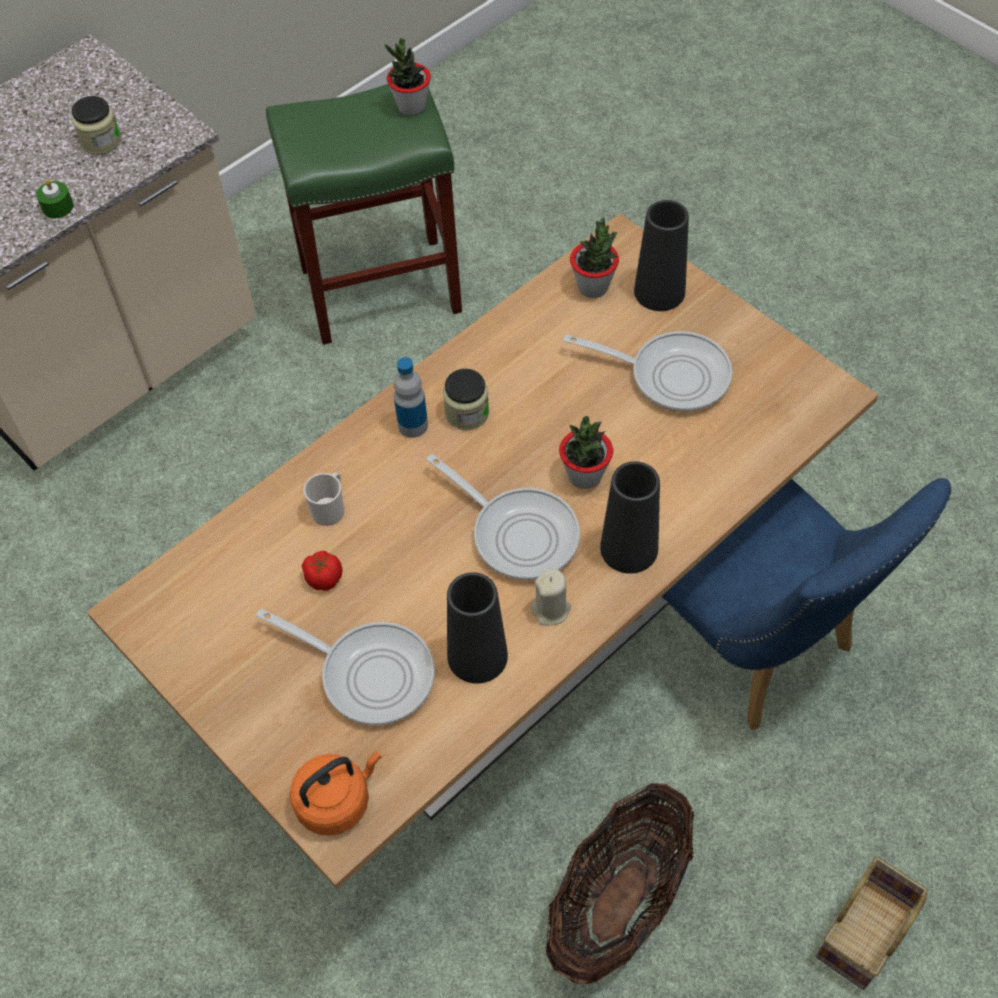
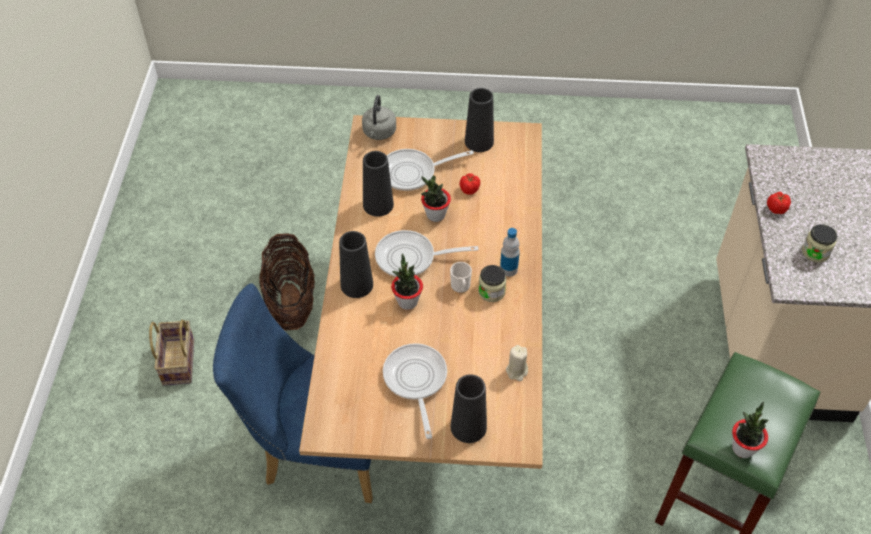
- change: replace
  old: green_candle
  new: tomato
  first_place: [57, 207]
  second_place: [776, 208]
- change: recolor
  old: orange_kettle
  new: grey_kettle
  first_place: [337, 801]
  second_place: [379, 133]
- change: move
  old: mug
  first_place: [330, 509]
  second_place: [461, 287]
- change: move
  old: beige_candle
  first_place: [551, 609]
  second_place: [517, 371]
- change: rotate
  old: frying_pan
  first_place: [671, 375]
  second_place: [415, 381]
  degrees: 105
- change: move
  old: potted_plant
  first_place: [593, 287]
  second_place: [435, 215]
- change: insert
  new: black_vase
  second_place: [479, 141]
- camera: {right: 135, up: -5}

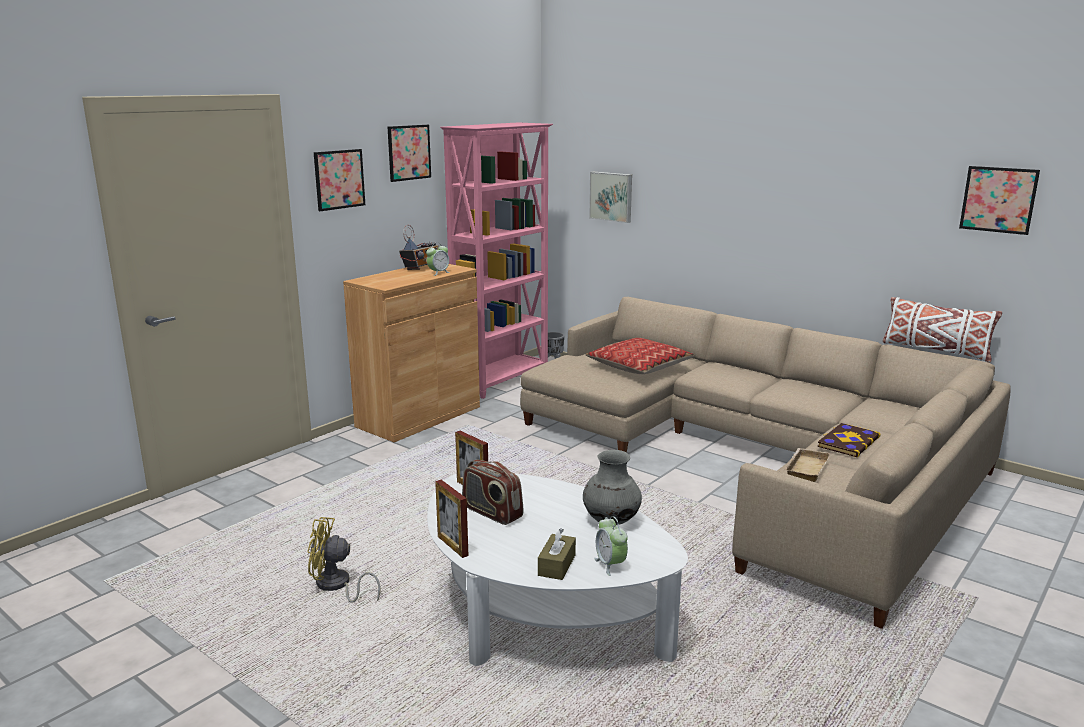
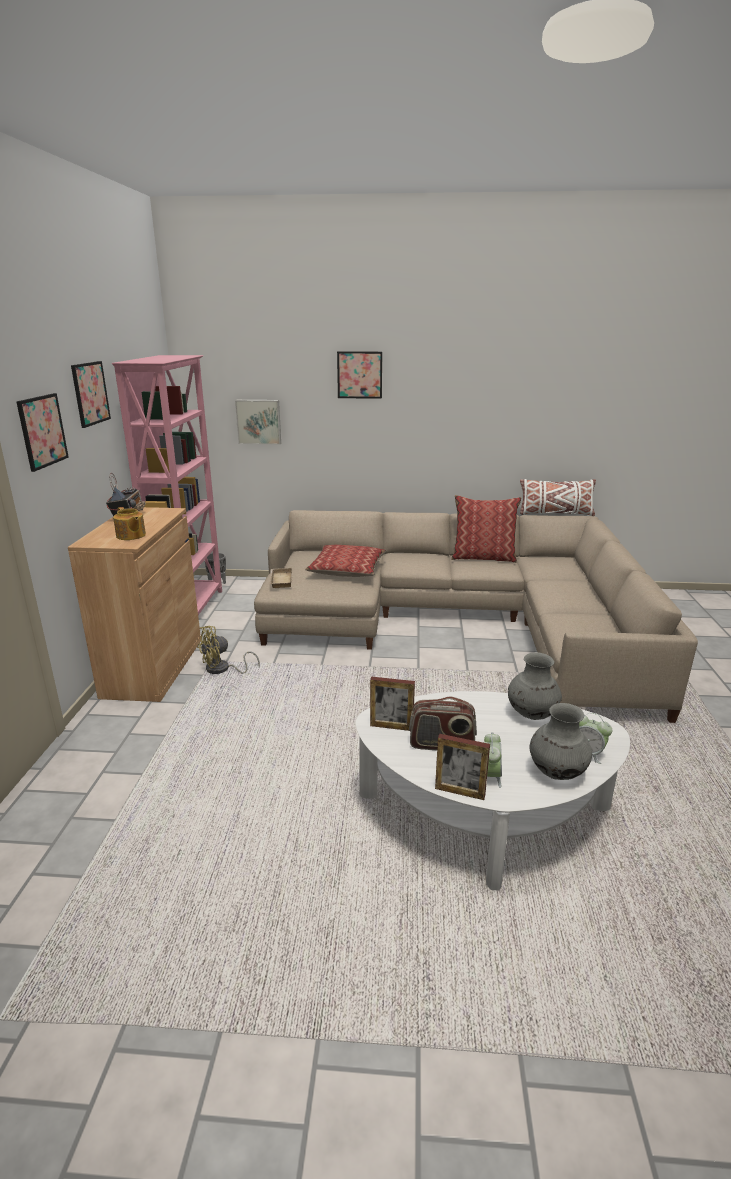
- change: move
  old: yellow_fan
  first_place: [336, 586]
  second_place: [222, 669]
- change: move
  old: alarm_clock
  first_place: [438, 273]
  second_place: [491, 776]
- change: replace
  old: brown_tissue_box
  new: grey_vase
  first_place: [557, 565]
  second_place: [556, 772]
- change: move
  old: beige_tray
  first_place: [805, 468]
  second_place: [280, 580]
- change: delete
  old: book
  first_place: [847, 442]
- change: move
  old: picture
  first_place: [998, 199]
  second_place: [359, 375]
- change: insert
  new: teapot
  second_place: [131, 536]
- change: insert
  new: pillow
  second_place: [483, 557]
- camera: {right: -35, up: 5}

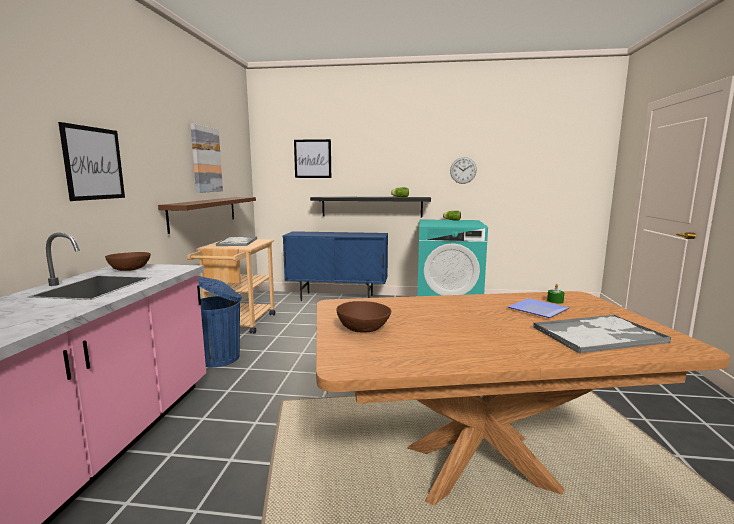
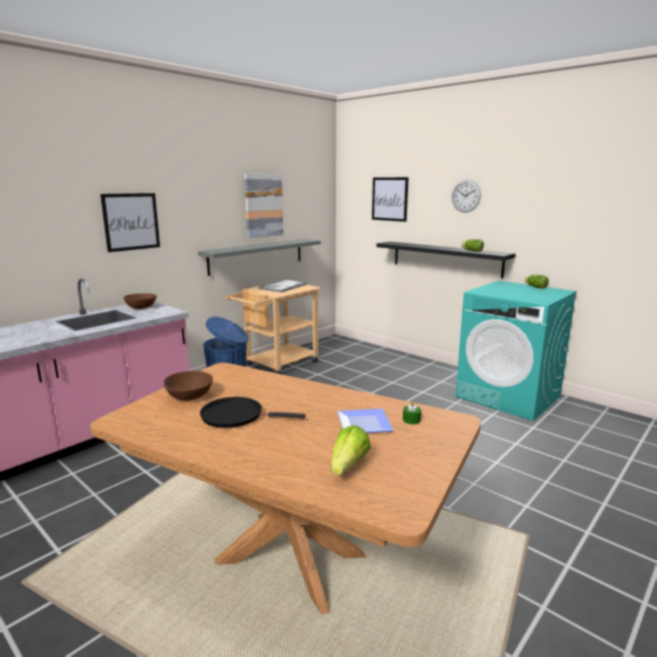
- change: recolor
  old: brown_shelf
  new: grey_shelf
  first_place: [204, 212]
  second_place: [257, 256]
- change: delete
  old: blue_cabinet
  first_place: [337, 298]
- change: move
  old: wall_clock
  first_place: [463, 170]
  second_place: [466, 196]
- change: replace
  old: tray
  new: lettuce
  first_place: [599, 334]
  second_place: [348, 465]
- change: insert
  new: black_frying_pan
  second_place: [236, 416]
- camera: {right: 35, up: 5}

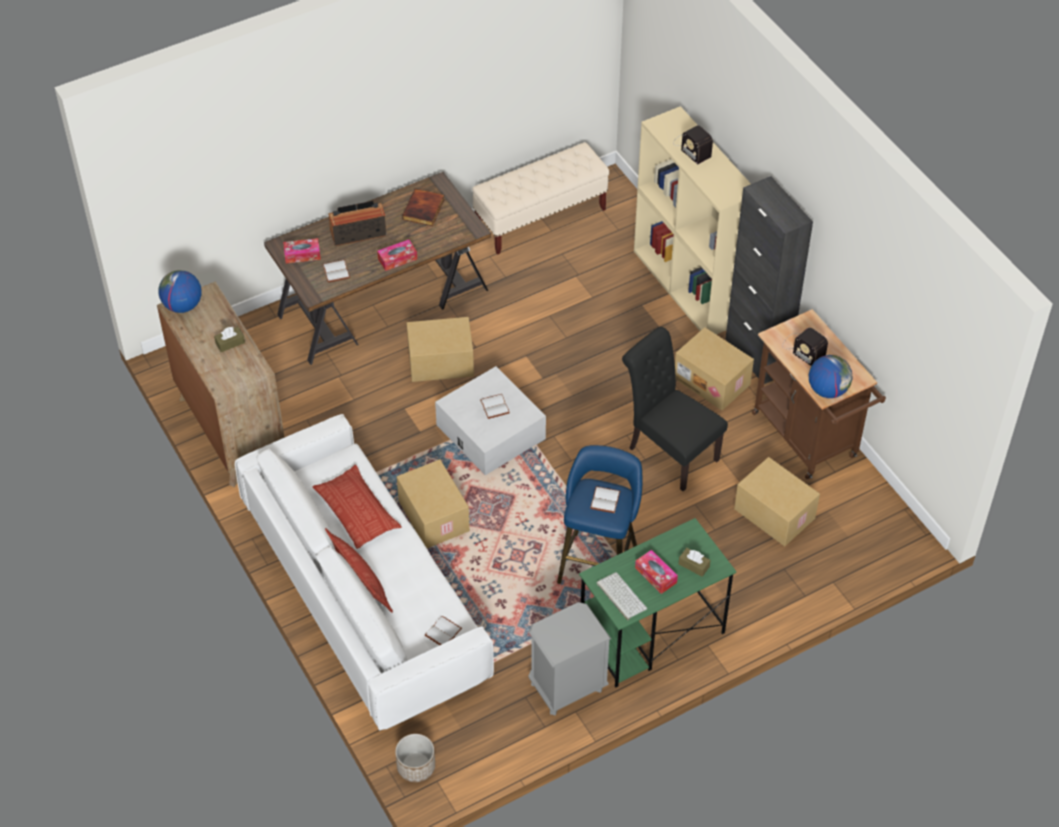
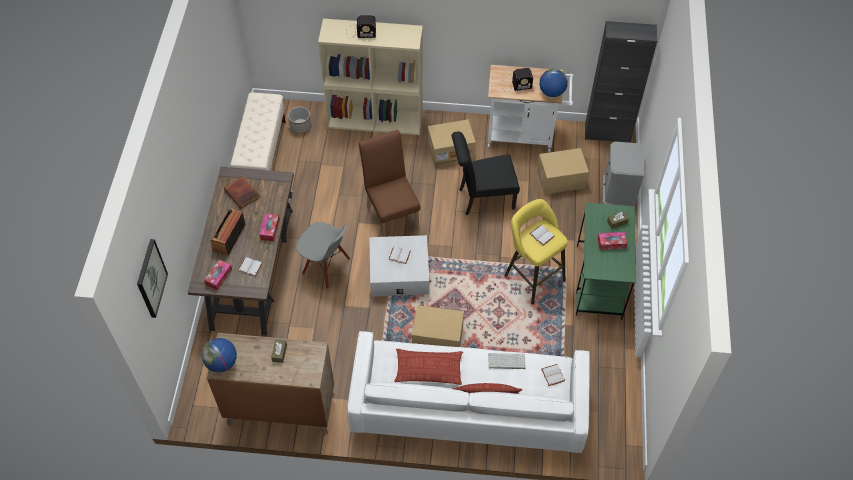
- change: move
  old: planter
  first_place: [415, 766]
  second_place: [300, 126]
- change: replace
  old: cardboard_box
  new: grey_chair
  first_place: [440, 363]
  second_place: [326, 267]
- change: move
  old: grey_nightstand
  first_place: [567, 687]
  second_place: [617, 196]
- change: recolor
  old: blue_stool
  new: yellow_stool
  first_place: [599, 561]
  second_place: [532, 276]
- change: move
  old: keyboard
  first_place: [620, 596]
  second_place: [506, 361]
- change: move
  old: black_cabinet
  first_place: [756, 356]
  second_place: [607, 133]
- change: recolor
  old: brown_cart
  new: white_cart
  first_place: [809, 440]
  second_place: [524, 135]
- change: insert
  new: picture
  second_place: [150, 278]
- change: insert
  new: brown_chair
  second_place: [391, 214]
- camera: {right: -55, up: 5}

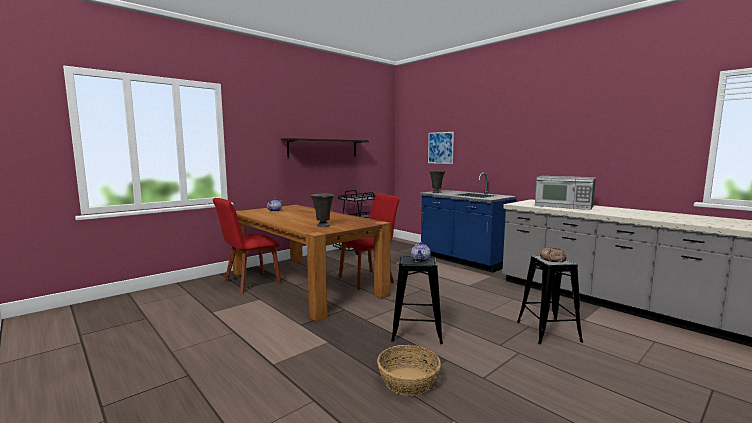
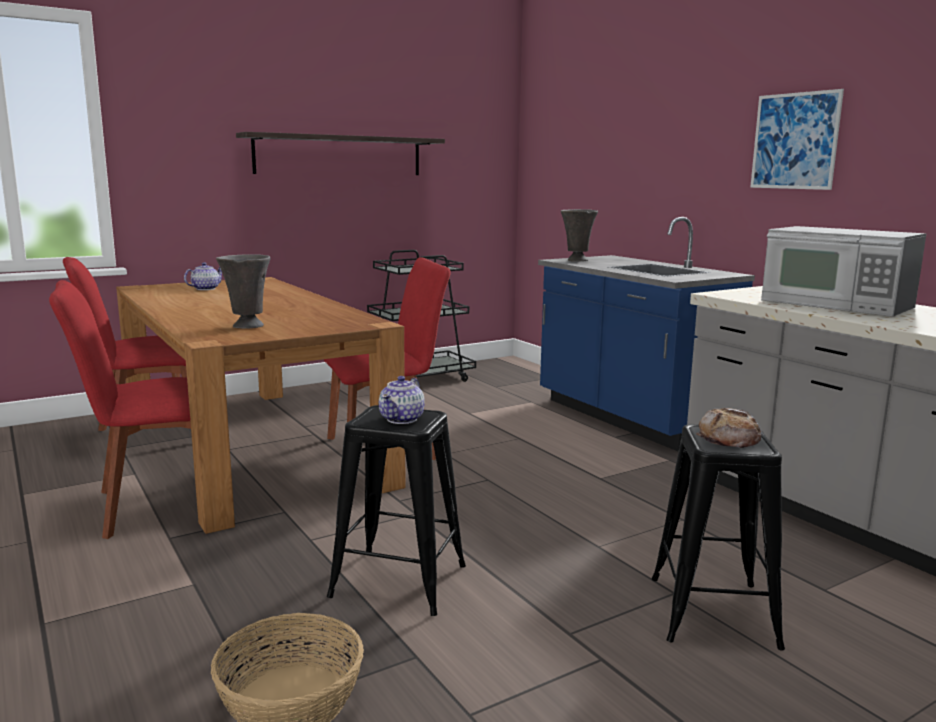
- change: move
  old: picture
  first_place: [440, 147]
  second_place: [794, 141]
- change: insert
  new: red_chair
  second_place: [152, 506]
- camera: {right: 10, up: 5}

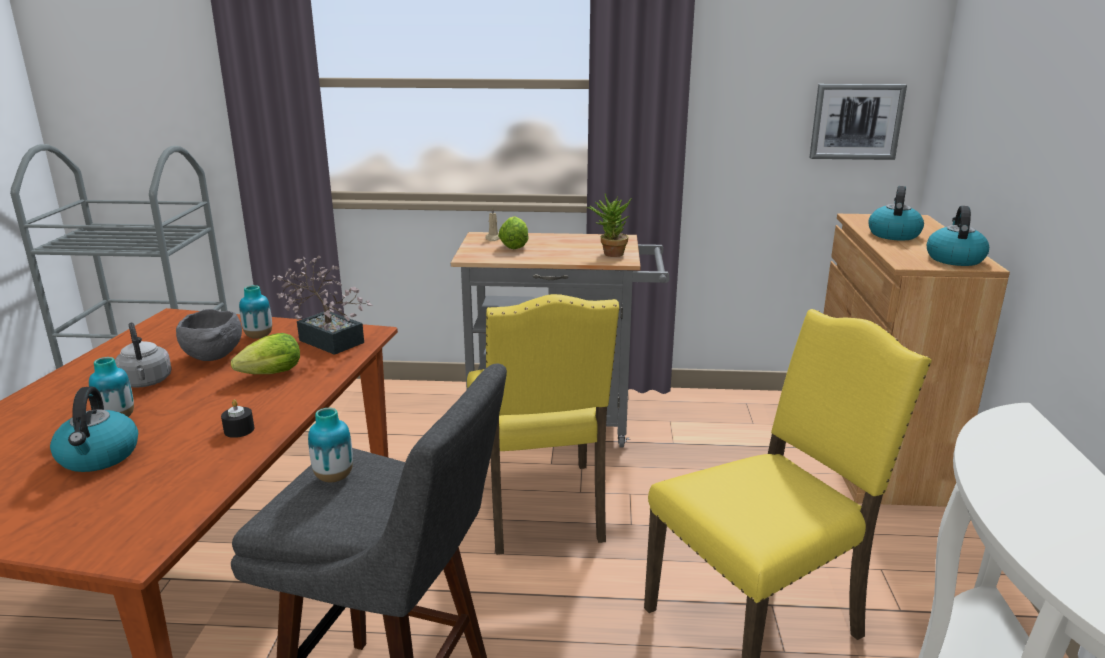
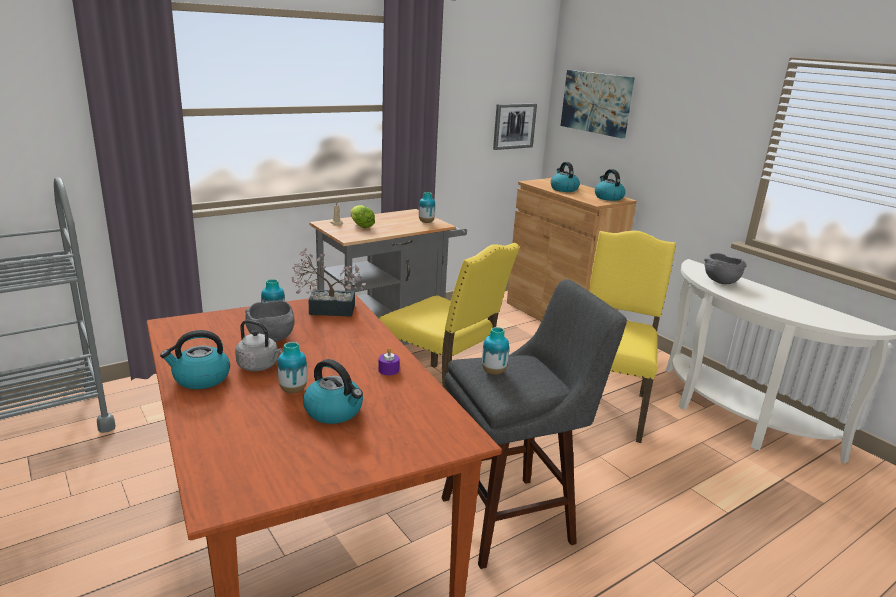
- change: recolor
  old: black_candle
  new: purple_candle
  first_place: [239, 430]
  second_place: [388, 370]
- change: delete
  old: lettuce
  first_place: [268, 375]
- change: replace
  old: potted_plant
  new: vase
  first_place: [609, 254]
  second_place: [426, 222]
- change: insert
  new: kettle
  second_place: [200, 378]
- change: insert
  new: picture
  second_place: [596, 103]
- change: insert
  new: grey_bowl
  second_place: [720, 282]
- camera: {right: -40, up: 0}

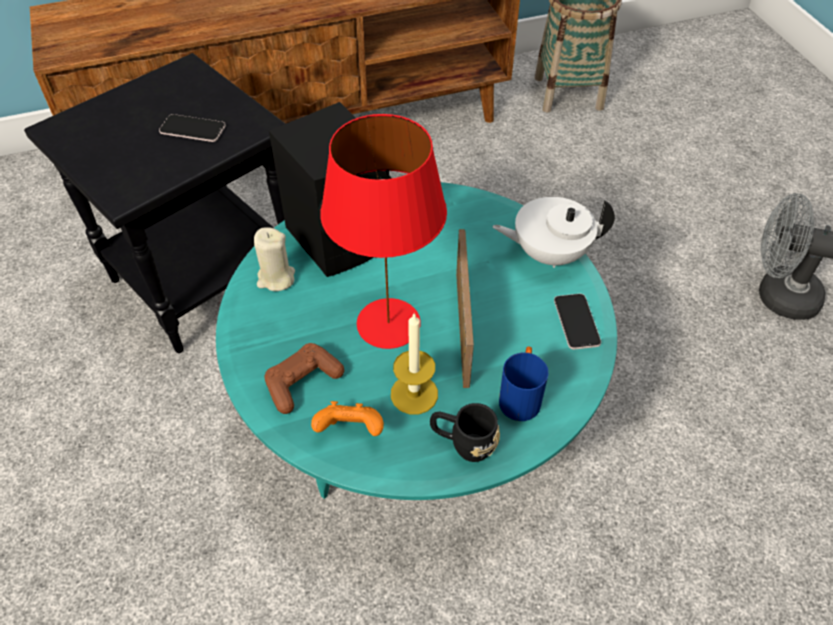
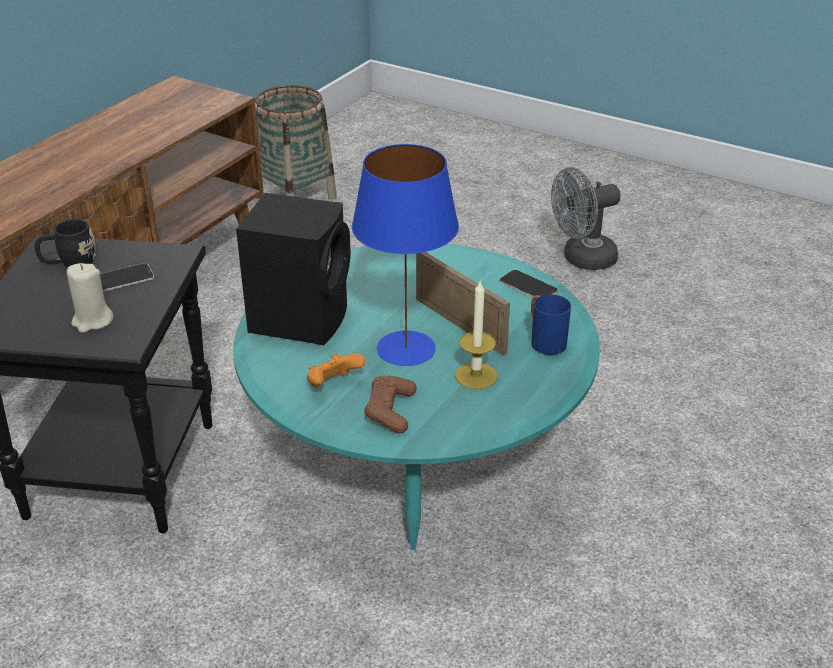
- change: move
  old: beige_candle
  first_place: [276, 278]
  second_place: [92, 321]
- change: move
  old: orange_game_controller
  first_place: [350, 430]
  second_place: [333, 385]
- change: recolor
  old: red_table_lamp
  new: blue_table_lamp
  first_place: [389, 324]
  second_place: [407, 349]
- change: move
  old: black_mug
  first_place: [463, 443]
  second_place: [69, 264]
- change: delete
  old: white_teapot
  first_place: [549, 253]
- camera: {right: -40, up: -15}

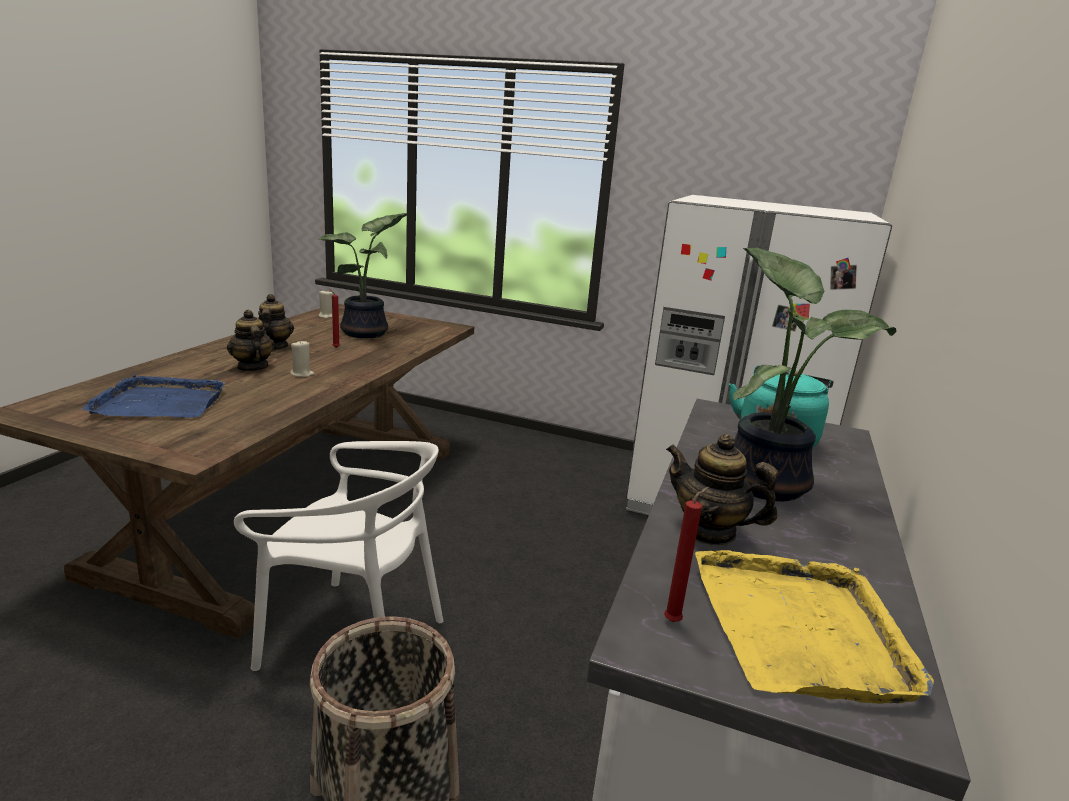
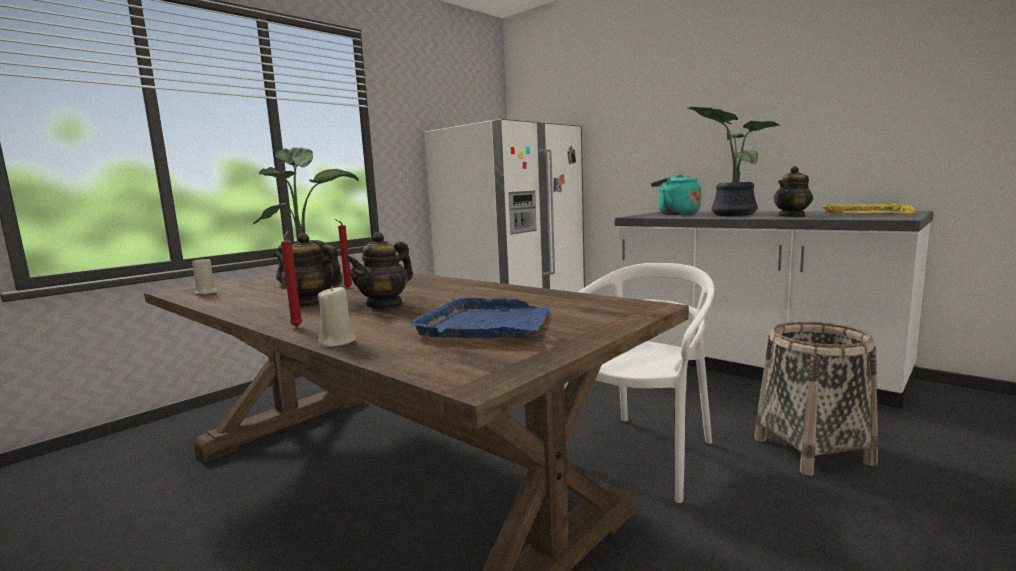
- change: rotate
  old: teapot
  first_place: [252, 367]
  second_place: [385, 305]
  degrees: -45
- change: move
  old: beige_candle
  first_place: [302, 374]
  second_place: [338, 342]
- change: move
  old: red_candle
  first_place: [674, 621]
  second_place: [297, 326]
- camera: {right: -65, up: -10}

